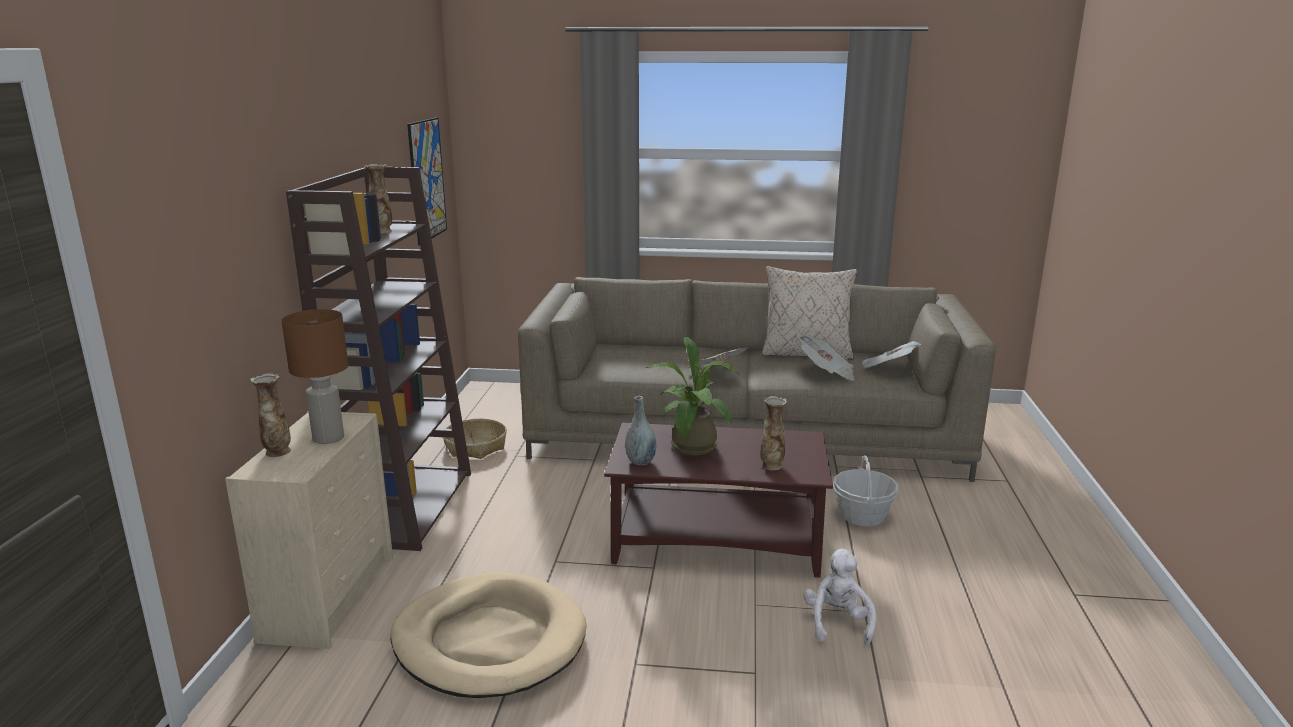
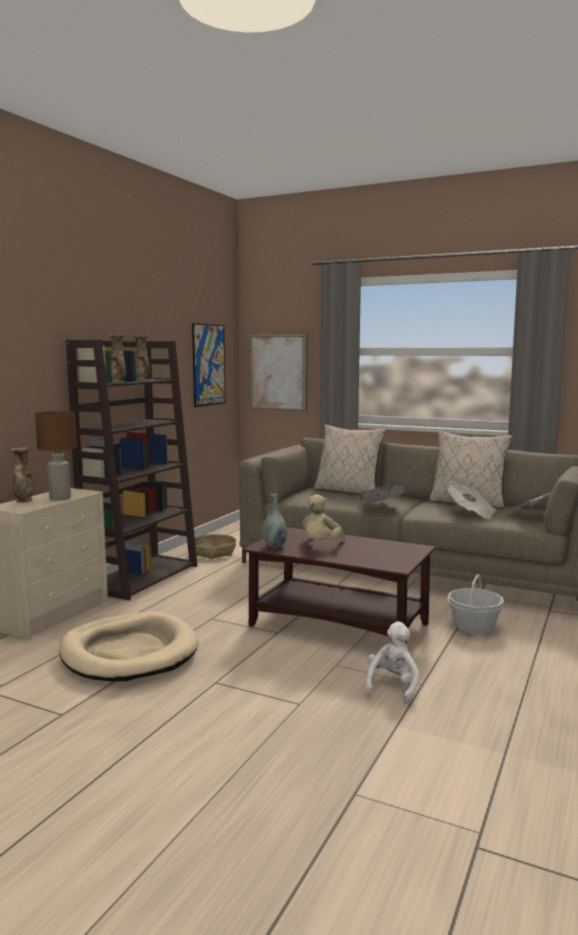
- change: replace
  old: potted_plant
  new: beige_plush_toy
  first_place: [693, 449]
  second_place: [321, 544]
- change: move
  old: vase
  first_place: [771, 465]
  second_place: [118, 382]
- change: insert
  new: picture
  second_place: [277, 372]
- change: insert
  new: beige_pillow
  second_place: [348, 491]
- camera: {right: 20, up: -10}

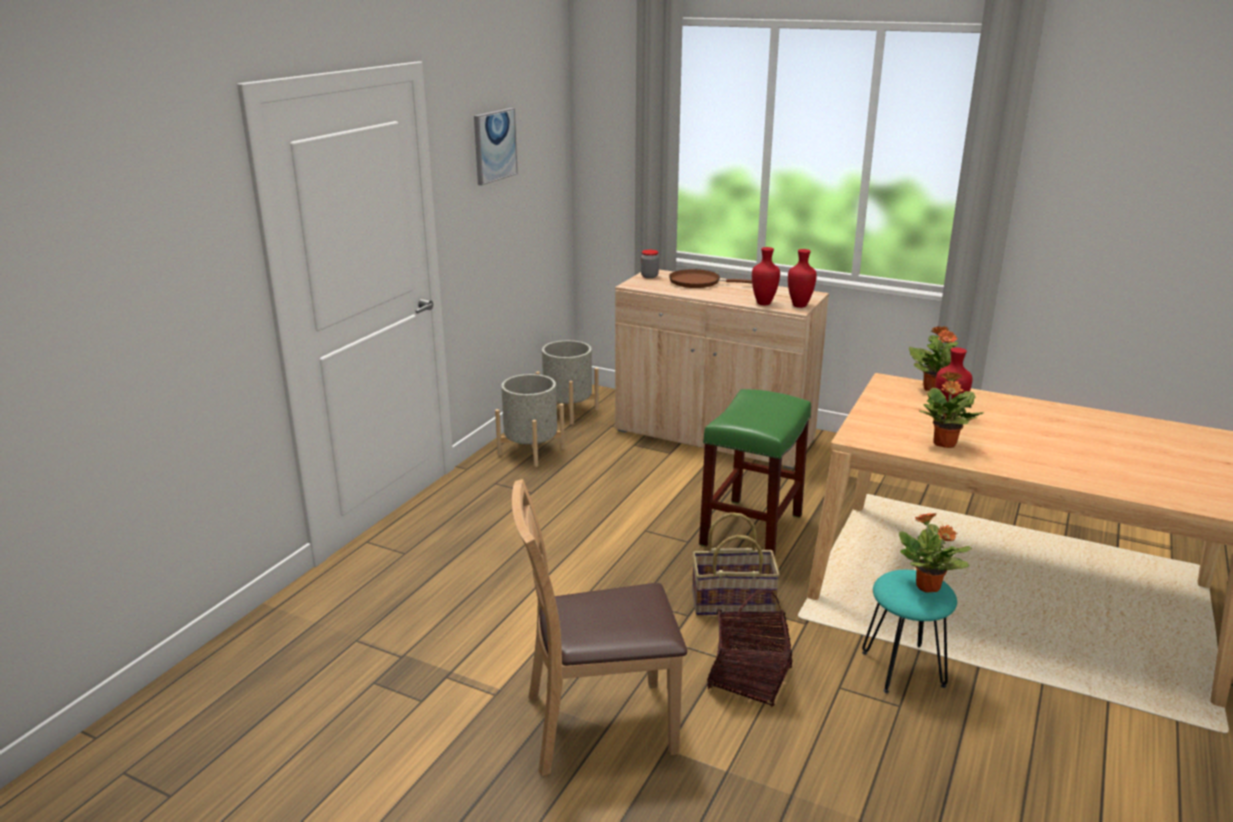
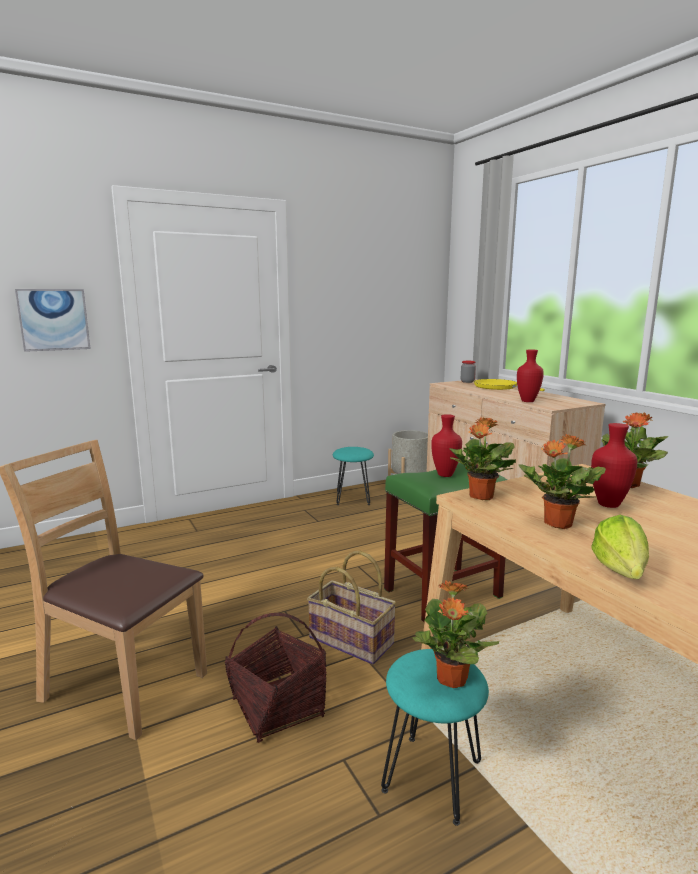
- change: move
  old: picture
  first_place: [494, 145]
  second_place: [54, 319]
- change: replace
  old: grey_planter
  new: turquoise_stool
  first_place: [531, 451]
  second_place: [353, 499]
- change: recolor
  old: brown_frying_pan
  new: yellow_frying_pan
  first_place: [698, 282]
  second_place: [498, 387]
- change: move
  old: red_vase
  first_place: [800, 305]
  second_place: [446, 475]
- change: insert
  new: potted_plant
  second_place: [480, 497]
- change: insert
  new: lettuce
  second_place: [620, 575]
- camera: {right: 35, up: -10}

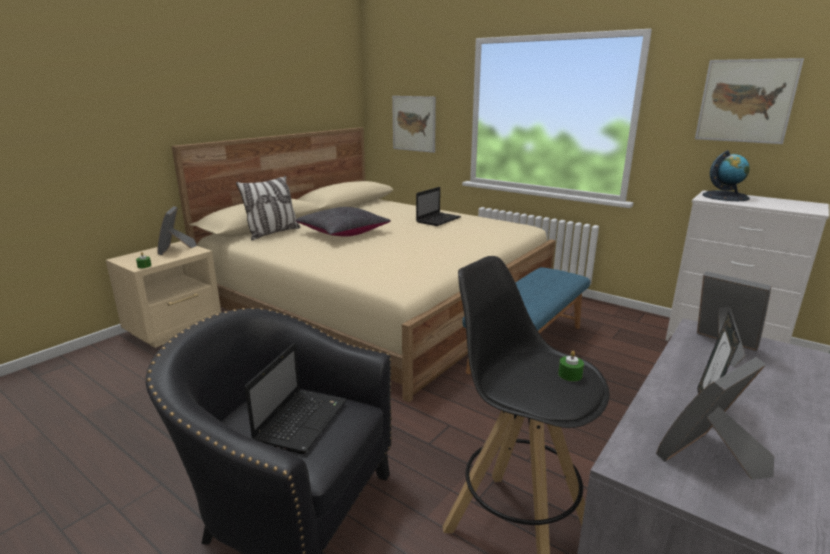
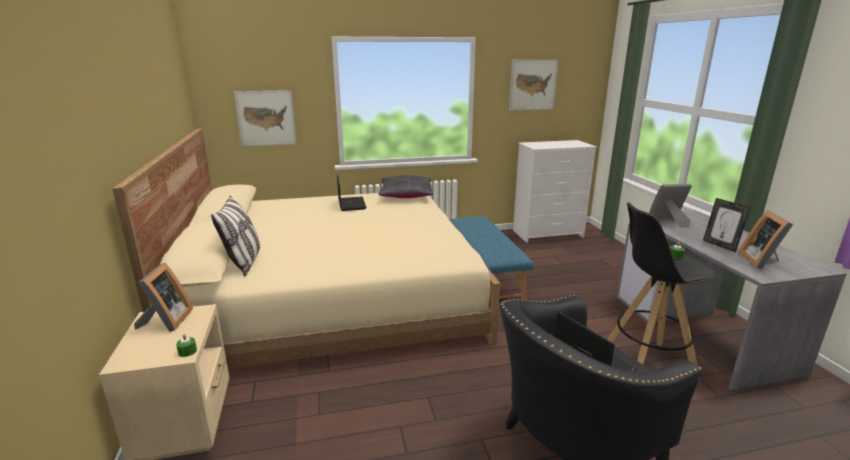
- change: rotate
  old: picture_frame
  first_place: [175, 249]
  second_place: [166, 321]
  degrees: -120
- change: move
  old: black_pillow
  first_place: [343, 232]
  second_place: [406, 195]
- change: delete
  old: globe
  first_place: [725, 196]
- camera: {right: -50, up: 0}

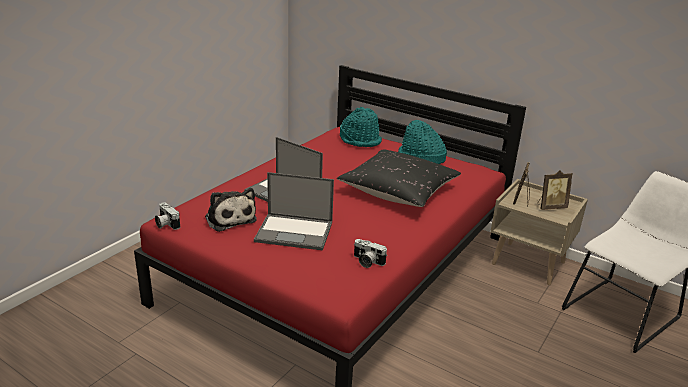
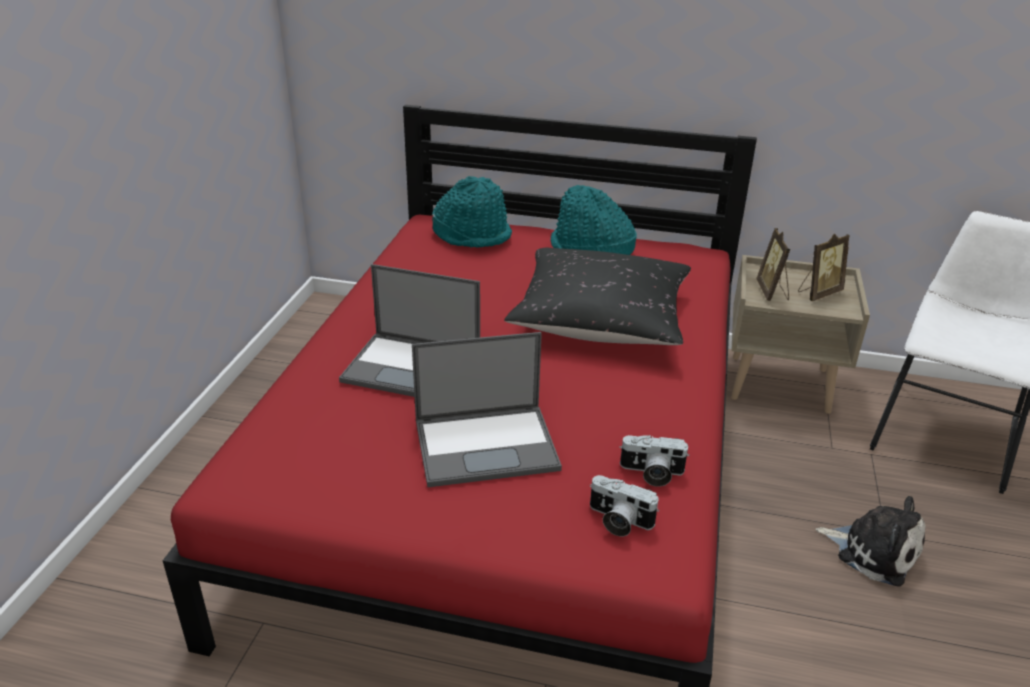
- change: move
  old: photo_camera
  first_place: [166, 224]
  second_place: [618, 521]
- change: move
  old: plush_toy
  first_place: [230, 218]
  second_place: [873, 551]
- camera: {right: -20, up: 5}

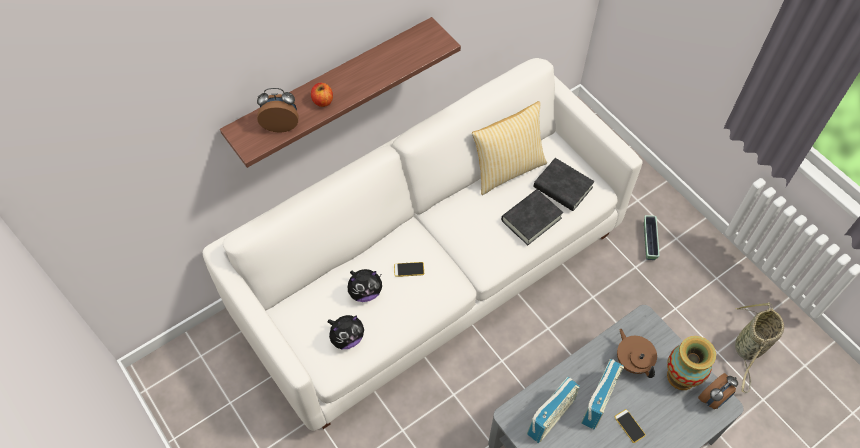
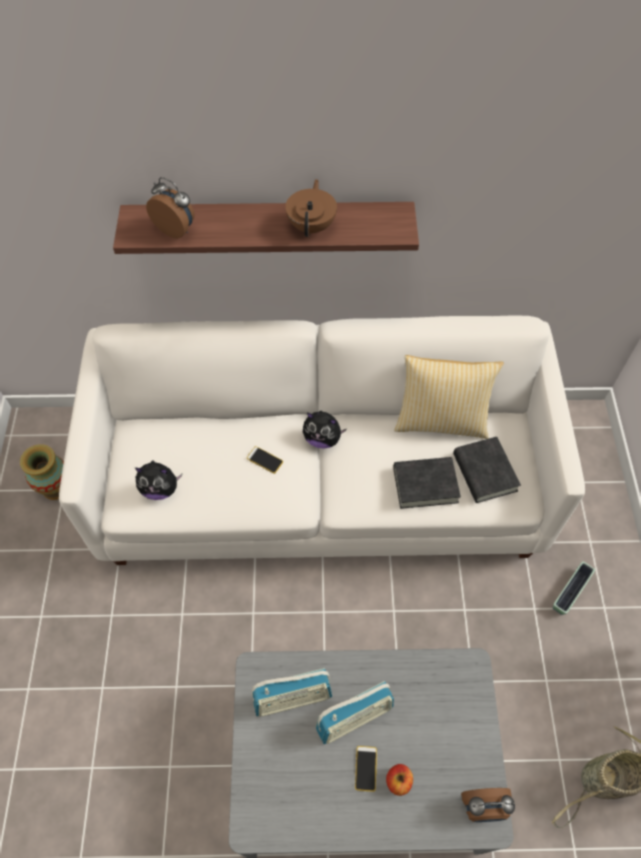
- change: move
  old: apple
  first_place: [322, 101]
  second_place: [398, 781]
- change: move
  old: plush_toy
  first_place: [365, 292]
  second_place: [322, 439]
- change: move
  old: brown_teapot
  first_place: [632, 361]
  second_place: [312, 226]
- change: move
  old: vase
  first_place: [681, 376]
  second_place: [56, 487]
- camera: {right: 35, up: 0}

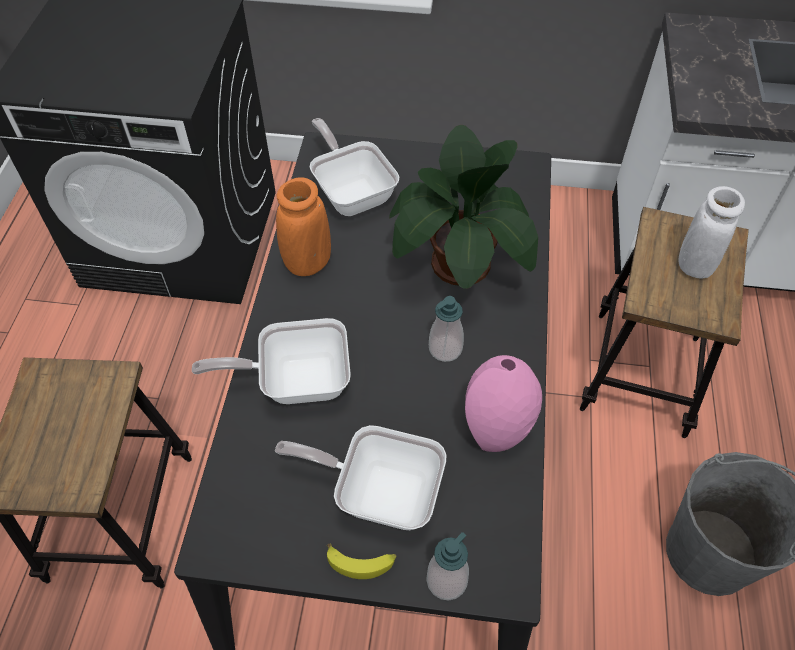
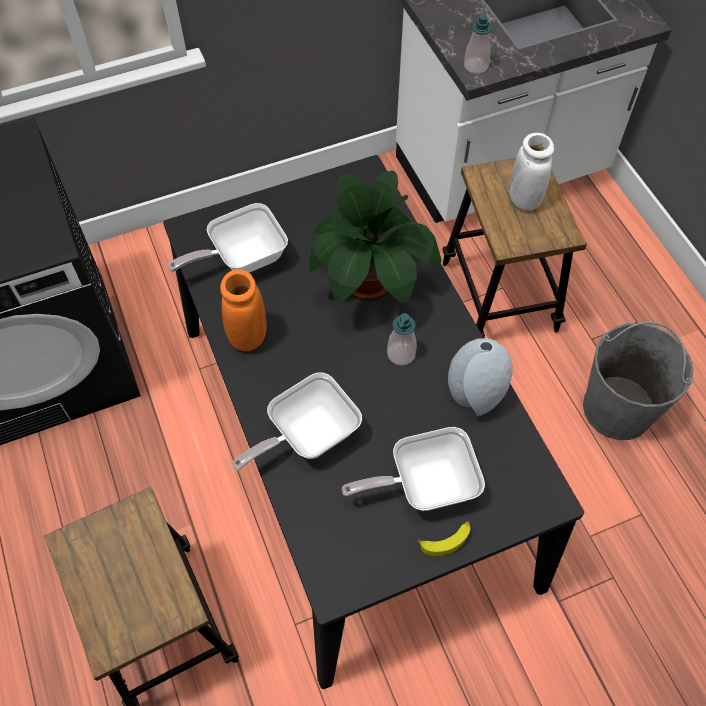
- change: rotate
  old: frying_pan
  first_place: [352, 192]
  second_place: [241, 258]
  degrees: -60
- change: move
  old: soap_dispenser
  first_place: [446, 580]
  second_place: [476, 66]
- change: recolor
  old: pink_vase
  new: grey_vase
  first_place: [495, 429]
  second_place: [475, 397]
- camera: {right: -30, up: 5}

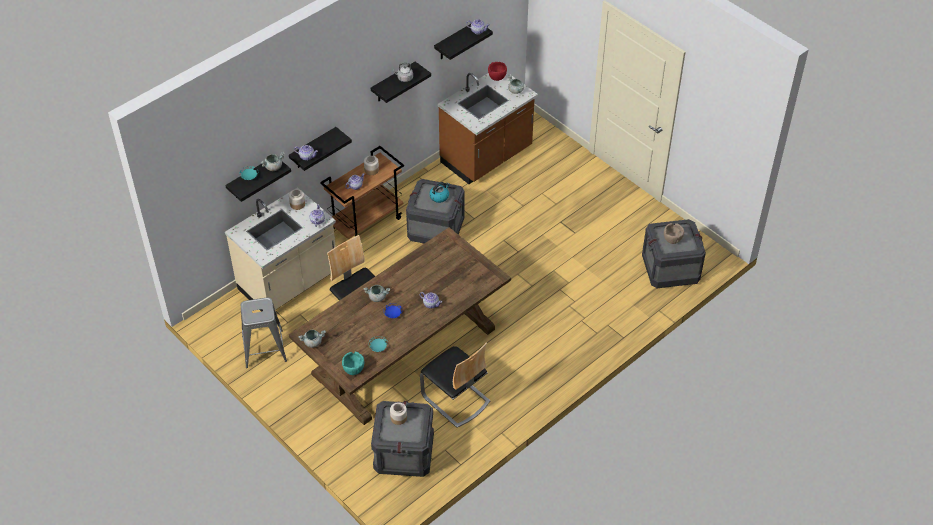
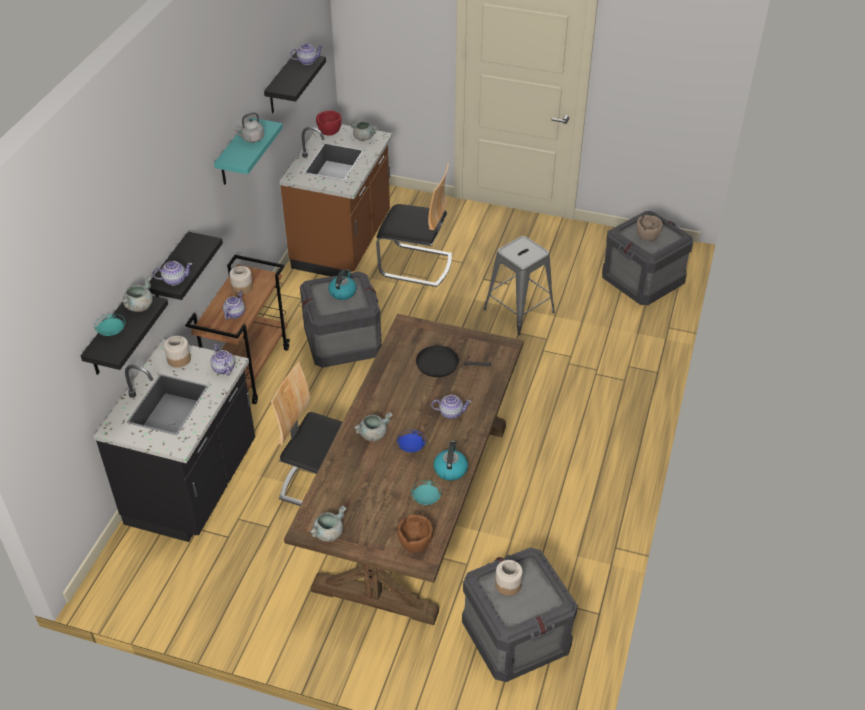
- change: recolor
  old: beige_counter
  new: black_counter
  first_place: [289, 283]
  second_place: [194, 485]
- change: move
  old: grey_stool
  first_place: [264, 349]
  second_place: [519, 311]
- change: recolor
  old: turquoise_bowl
  new: brown_bowl
  first_place: [353, 369]
  second_place: [415, 543]
- change: recolor
  old: black_shelf
  new: turquoise_shelf
  first_place: [393, 83]
  second_place: [234, 153]
- change: move
  old: chair
  first_place: [455, 399]
  second_place: [416, 265]
- change: insert
  new: black_frying_pan
  second_place: [441, 364]
- change: insert
  new: kettle
  second_place: [450, 469]
- camera: {right: -30, up: -5}

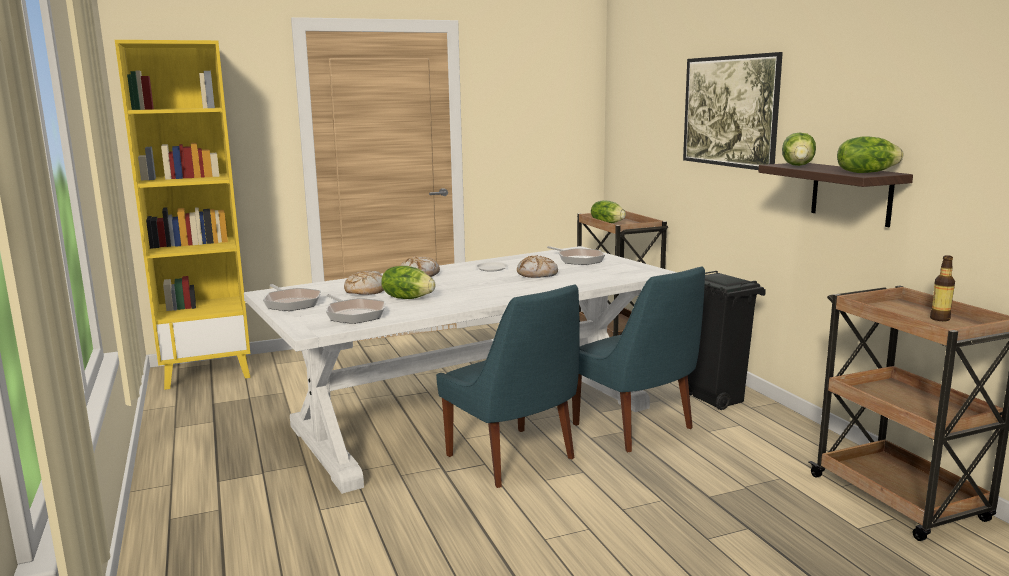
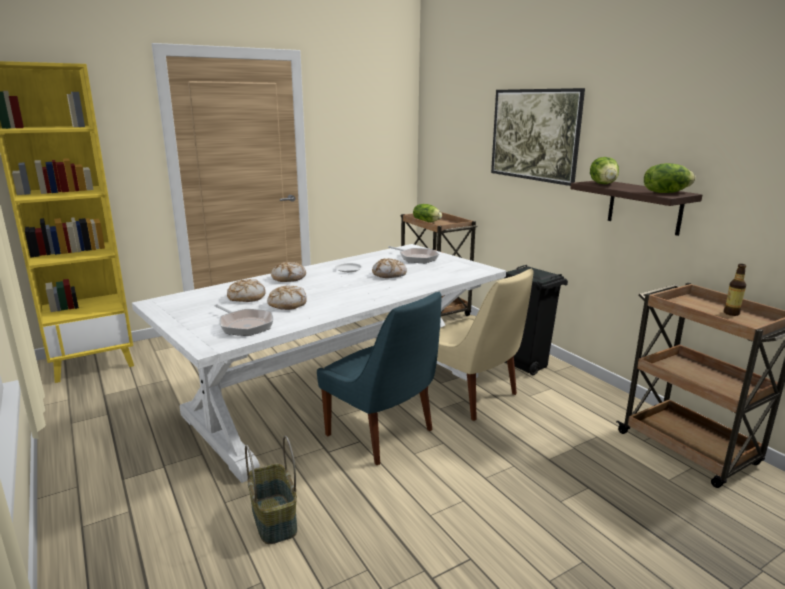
- change: delete
  old: frying_pan
  first_place: [291, 303]
- change: replace
  old: lettuce
  new: bread
  first_place: [408, 298]
  second_place: [287, 304]
- change: recolor
  old: blue_chair
  new: beige_chair
  first_place: [636, 428]
  second_place: [473, 396]
- change: insert
  new: basket
  second_place: [273, 519]
- camera: {right: -10, up: 5}

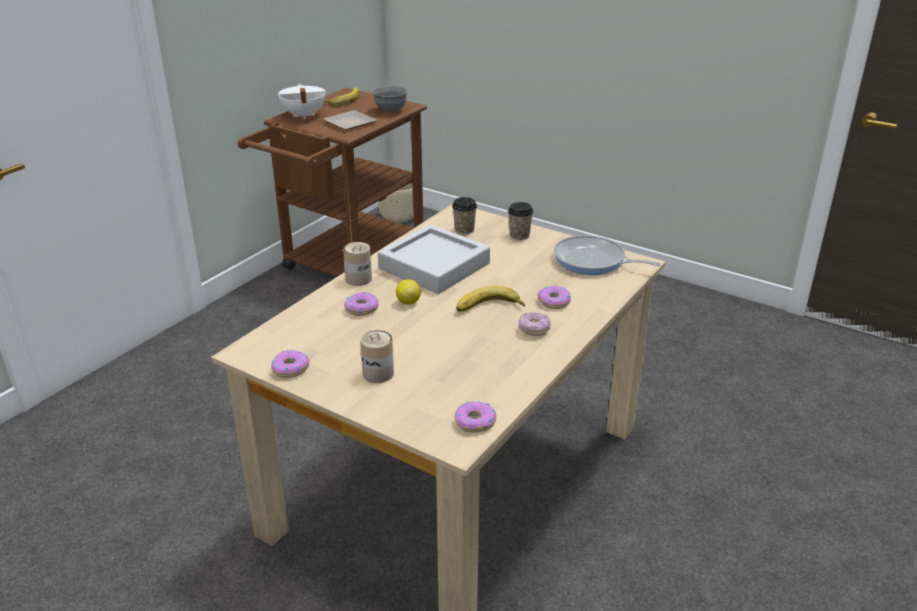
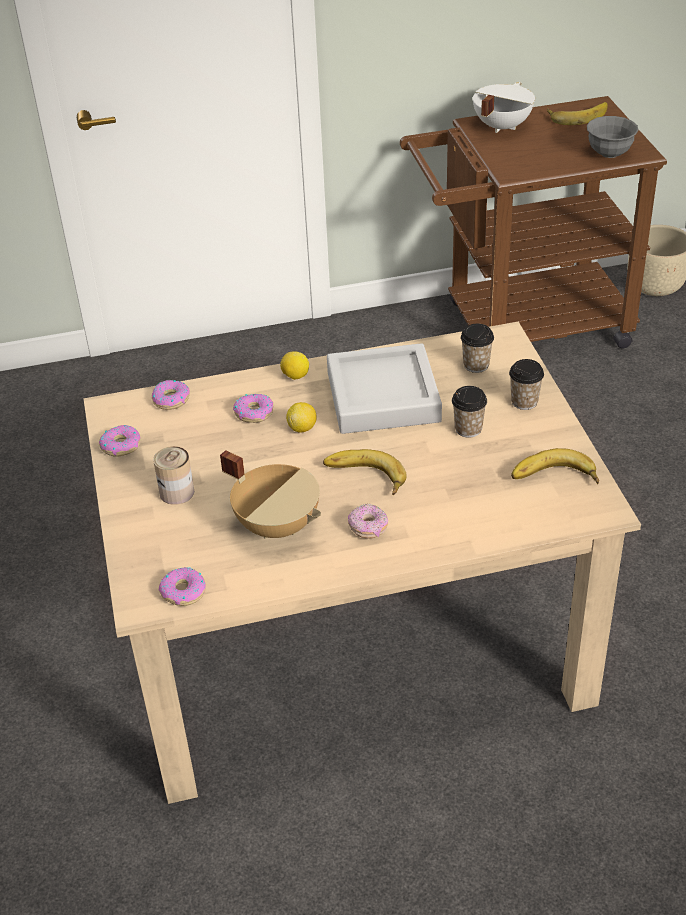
- change: delete
  old: plate
  first_place: [352, 123]
- change: replace
  old: can
  new: lemon
  first_place: [358, 279]
  second_place: [295, 376]
- change: move
  old: donut
  first_place: [554, 302]
  second_place: [171, 399]
- change: replace
  old: frying_pan
  new: banana
  first_place: [593, 261]
  second_place: [554, 478]
- change: insert
  new: beige_cooking_pot
  second_place: [278, 524]
- change: insert
  new: cup
  second_place: [468, 429]
- camera: {right: 45, up: 10}

